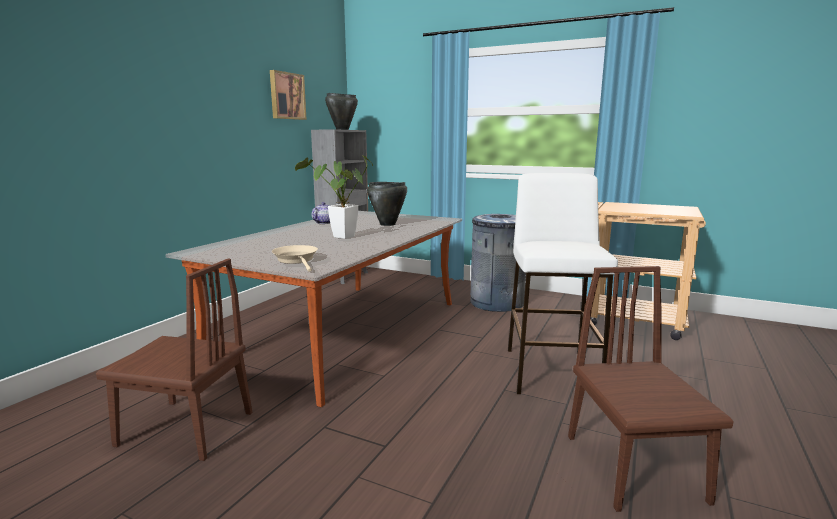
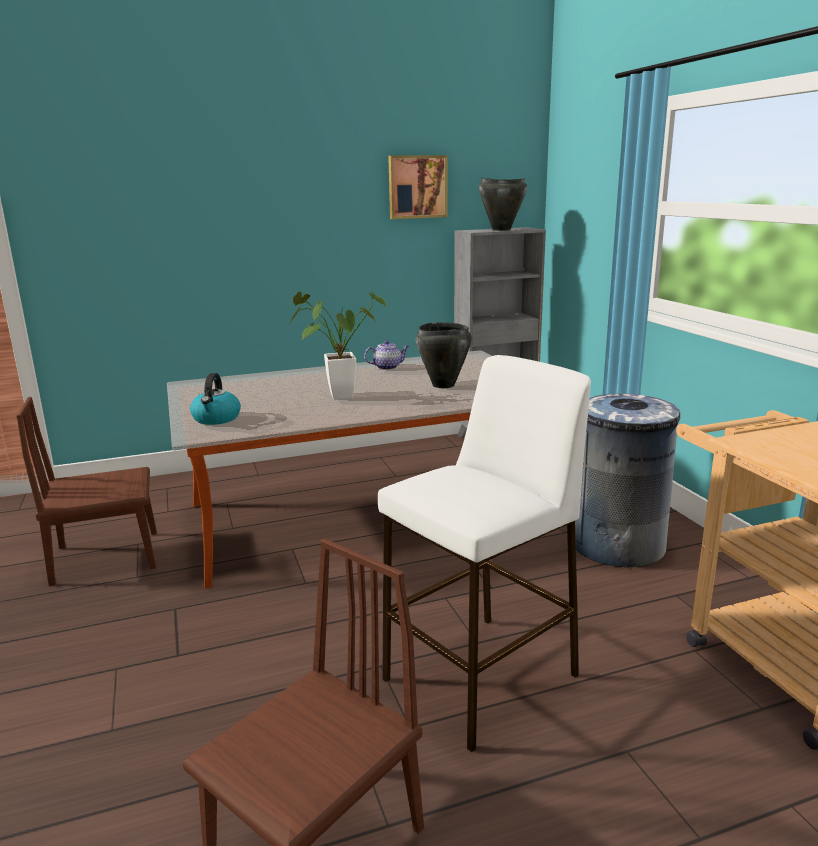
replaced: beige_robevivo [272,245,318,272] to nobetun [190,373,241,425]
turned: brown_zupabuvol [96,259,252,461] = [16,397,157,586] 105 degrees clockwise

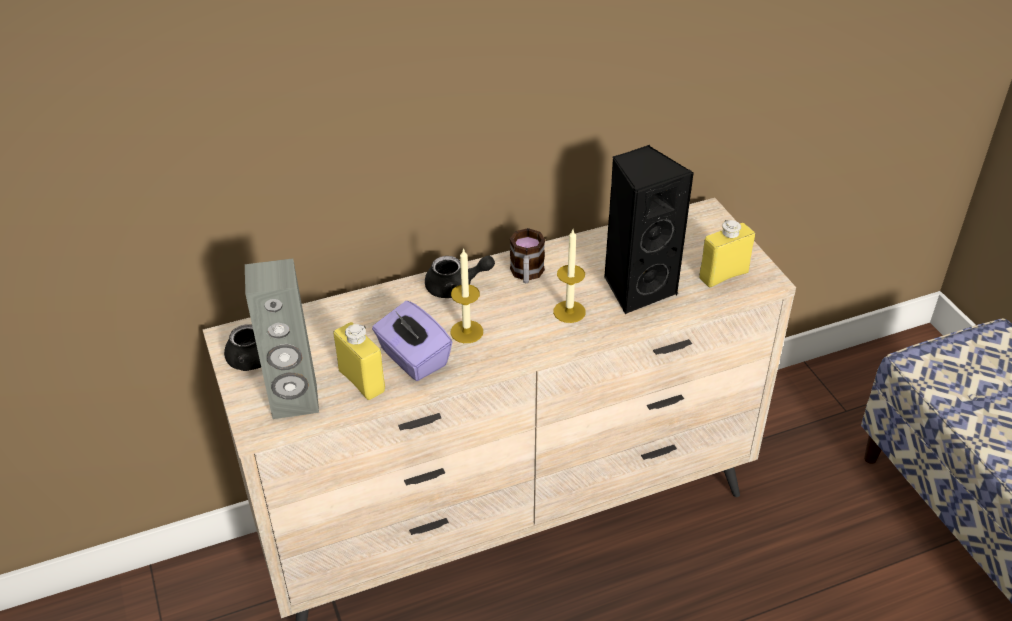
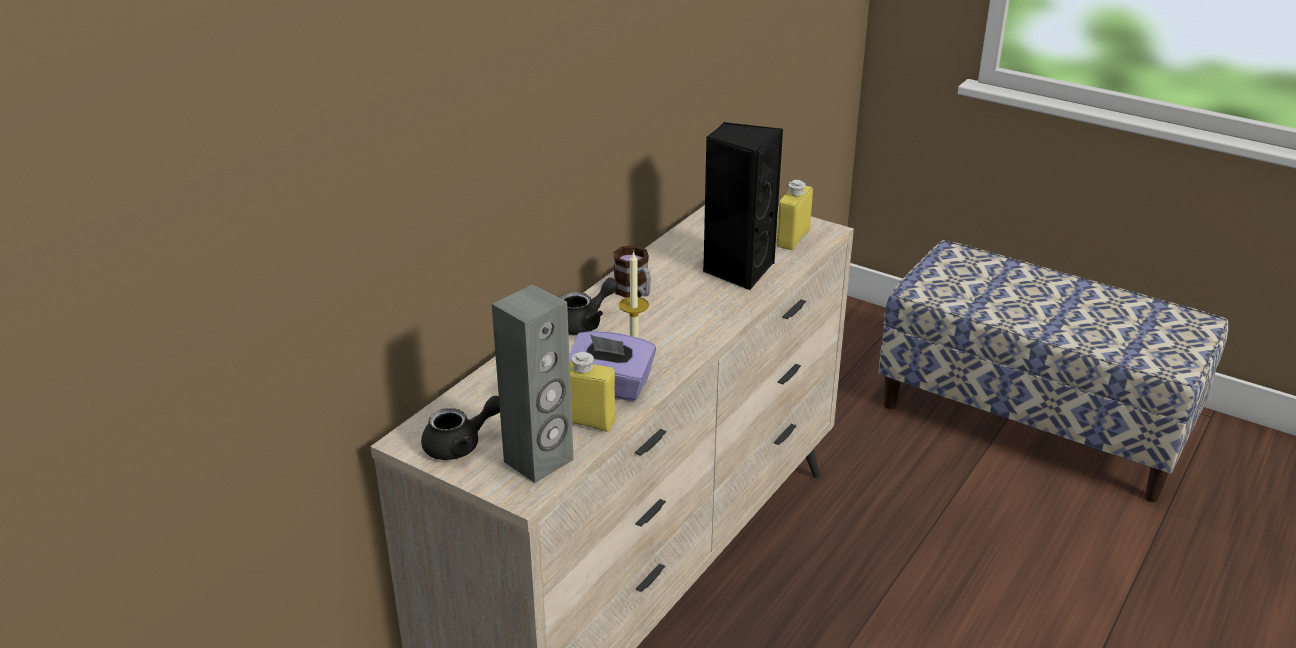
removed: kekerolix [553,230,586,323]

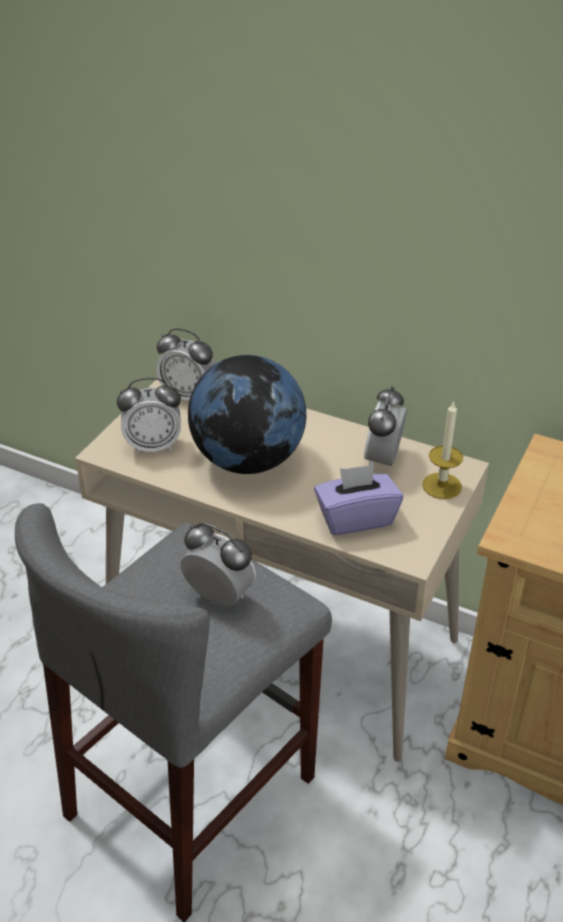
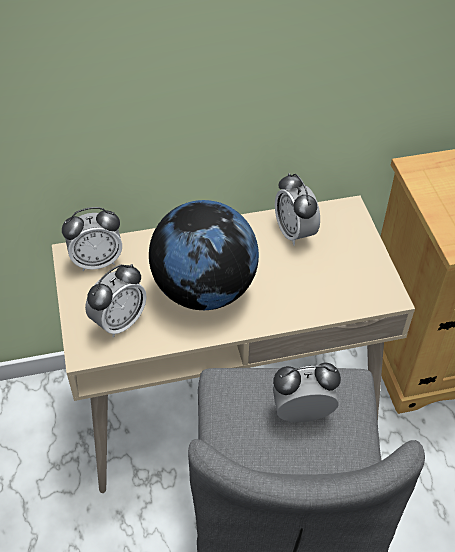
removed: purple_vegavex [314,464,403,535]; kekerolix [422,401,463,499]

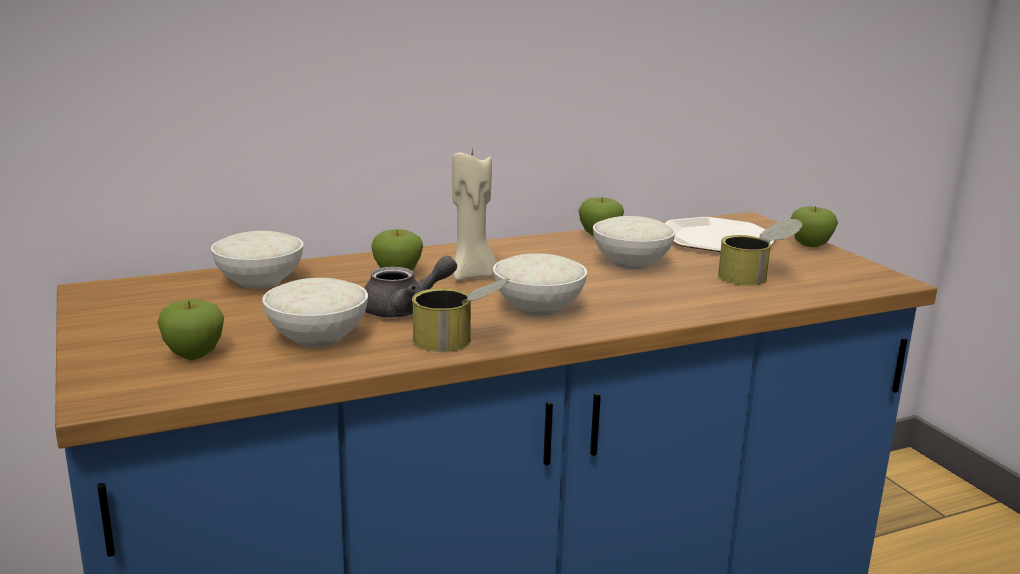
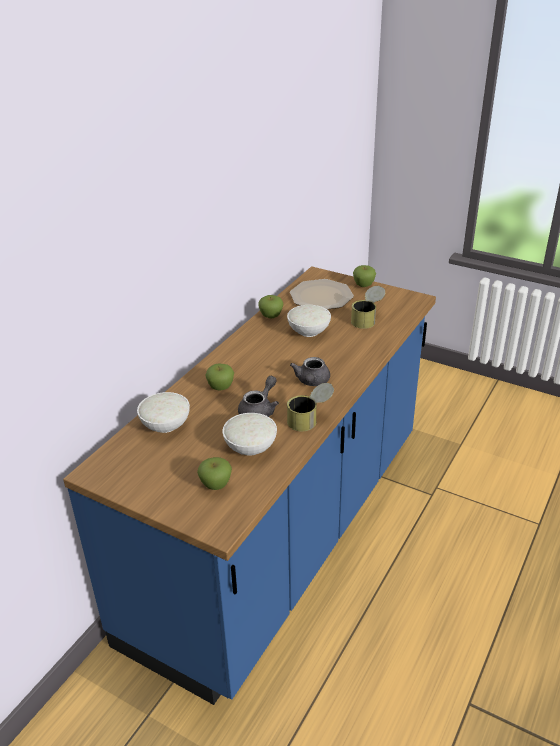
removed: beige_kekerolix [452,148,497,281]
replaced: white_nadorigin [493,253,587,316] to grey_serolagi [290,357,330,386]

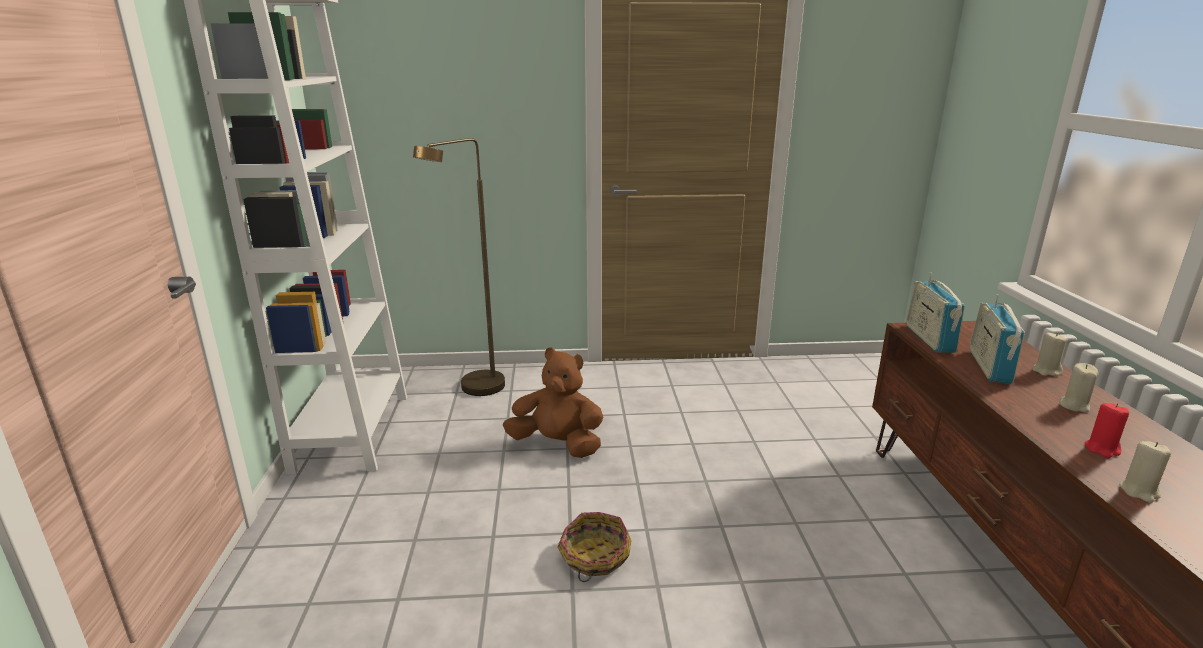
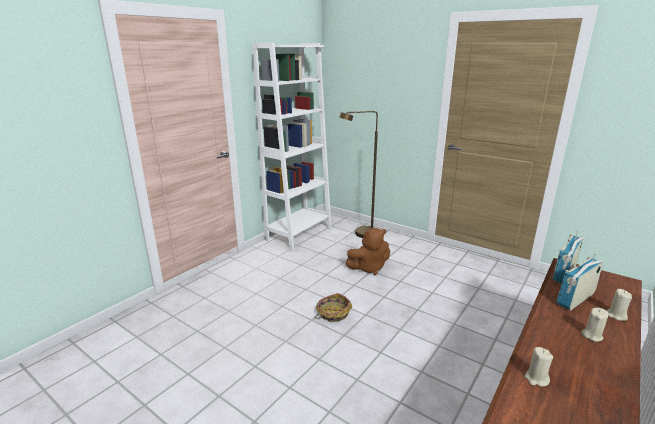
removed: red_kekerolix [1084,403,1129,458]
turned: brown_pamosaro [503,347,604,458] = [346,228,390,275] 105 degrees clockwise

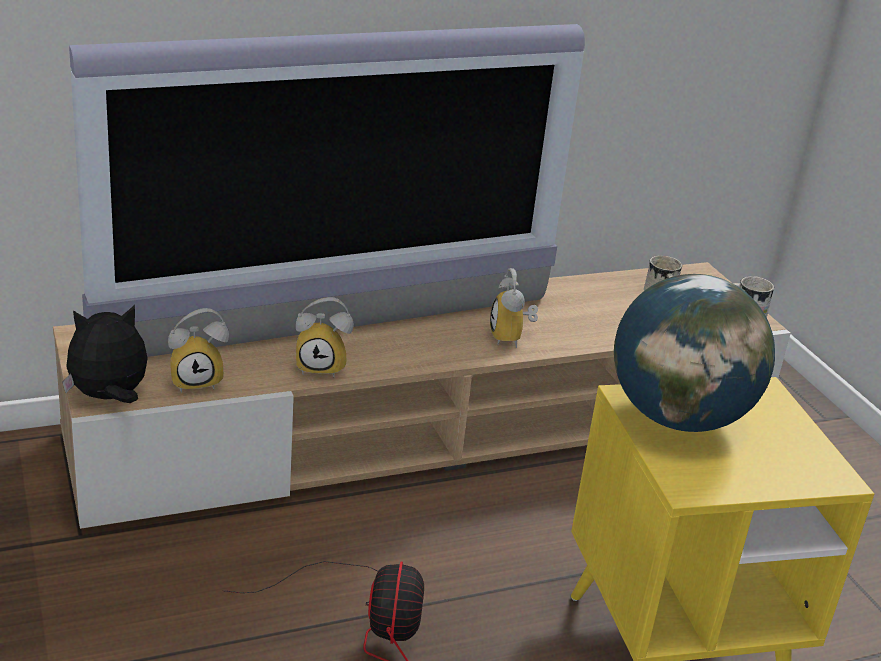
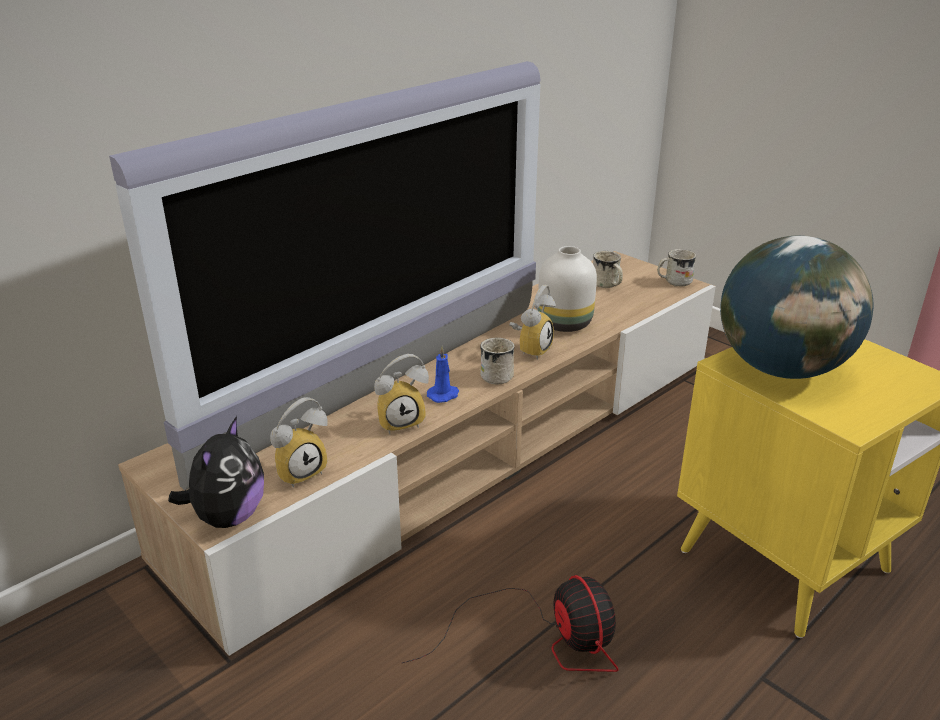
added: blue_kekerolix [427,346,459,403]; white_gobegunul [480,338,515,385]; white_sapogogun [538,246,597,332]
turned: pamosaro [62,305,147,403] = [168,416,264,528] 150 degrees clockwise; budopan [490,268,538,348] = [509,285,556,360] 120 degrees counterclockwise

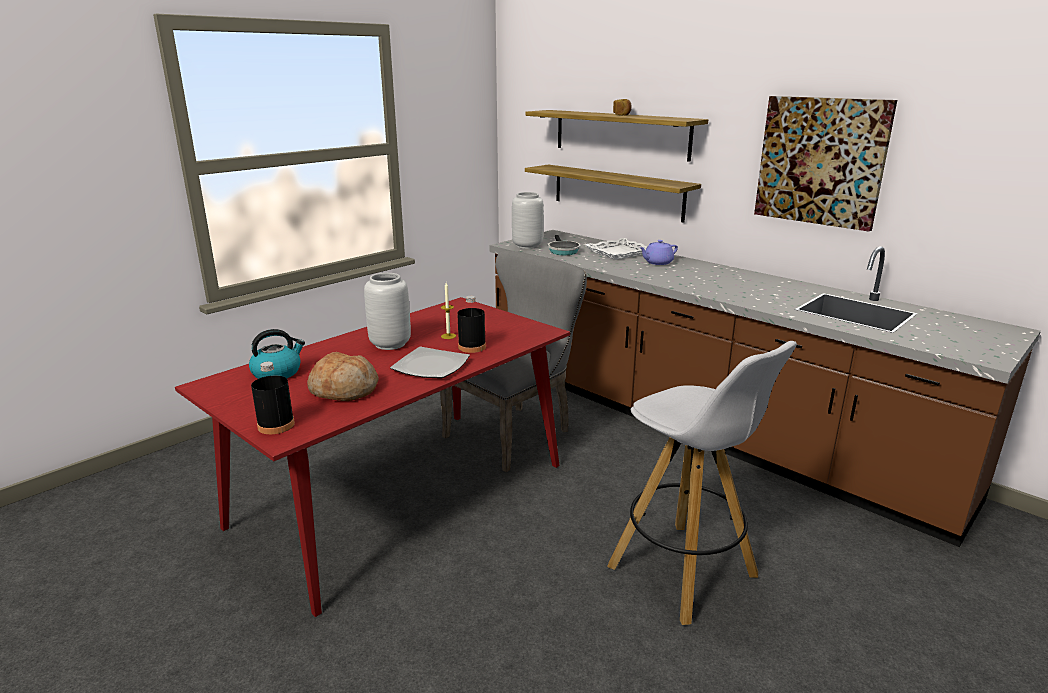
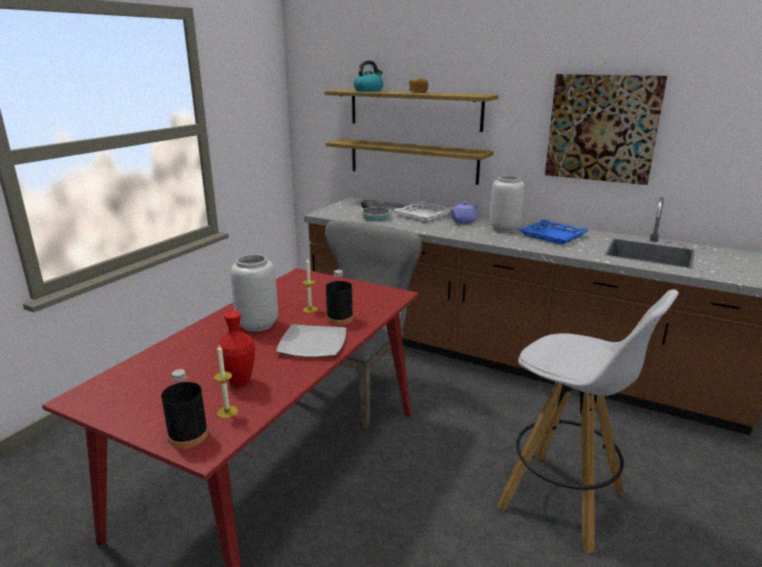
added: kekerolix [214,345,238,418]; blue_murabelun [519,219,589,245]
moved: nobetun [249,329,305,379] to [353,60,383,92]; grey_sapogogun [512,192,544,249] to [490,175,525,232]
replaced: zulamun [307,352,378,401] to red_sapogogun [218,311,255,387]

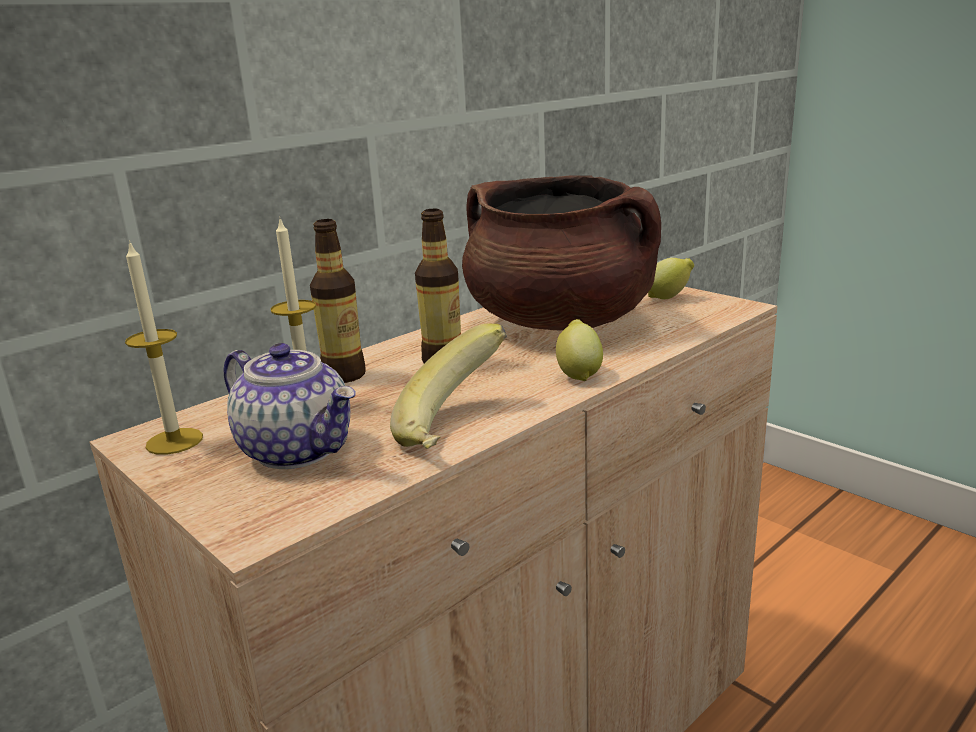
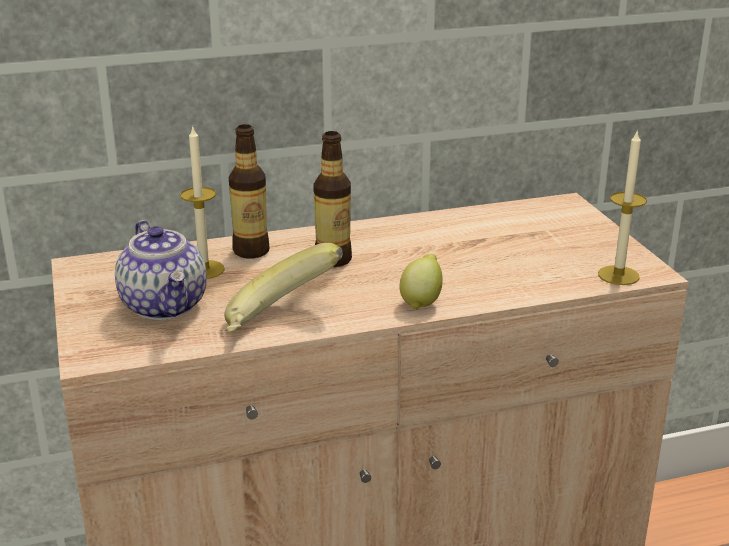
removed: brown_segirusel [462,175,661,330]; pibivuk [648,258,694,299]
moved: kekerolix [125,240,203,455] to [598,129,647,285]

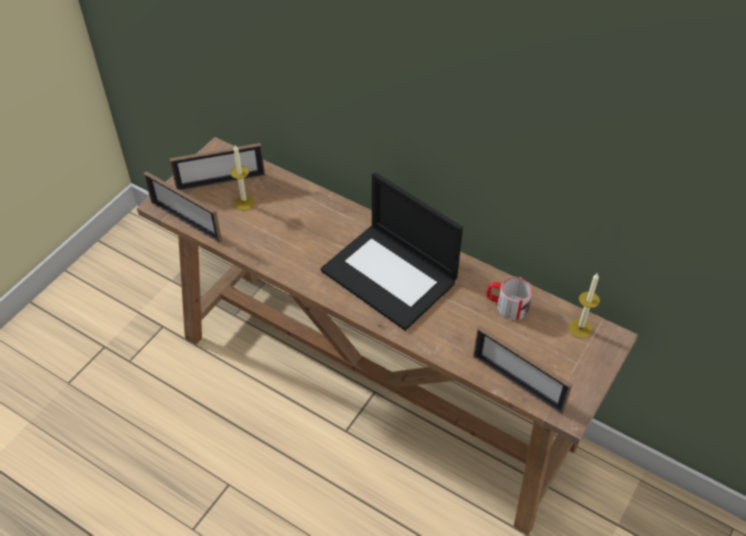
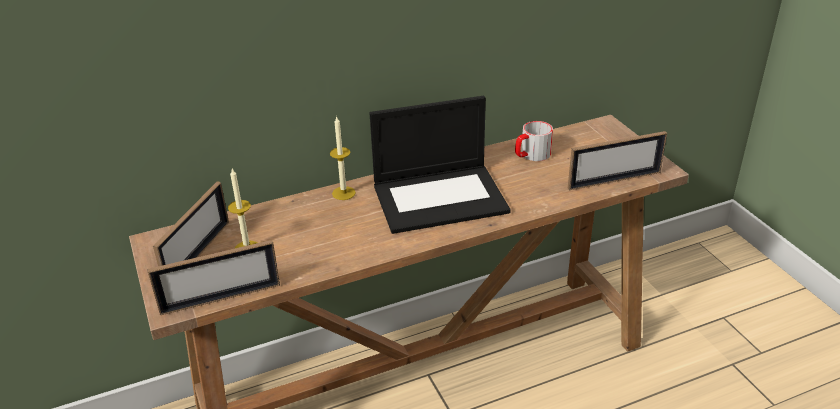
moved: kekerolix [569,273,600,338] to [330,116,356,200]

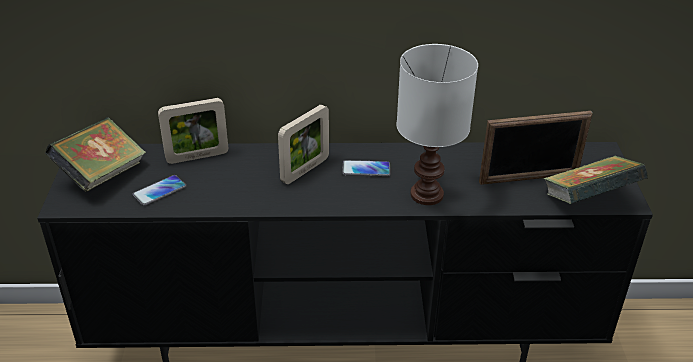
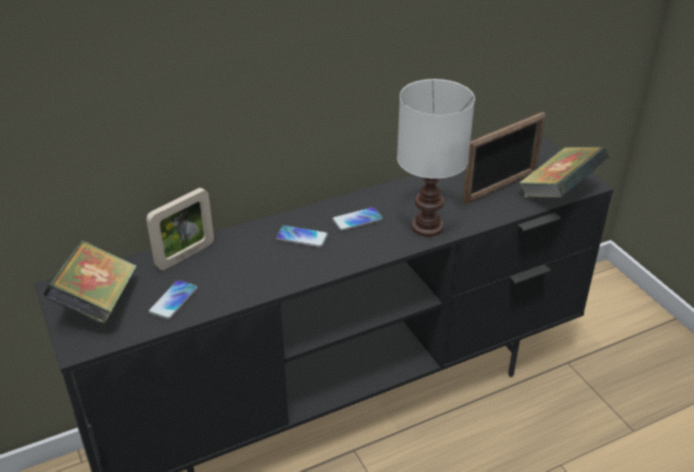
replaced: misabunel [278,105,329,184] to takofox [276,225,328,248]

